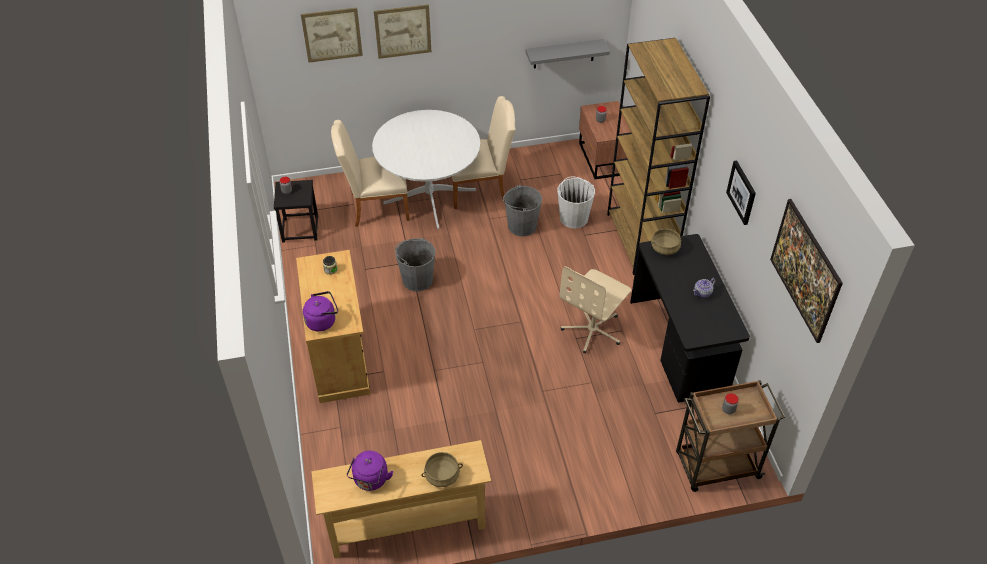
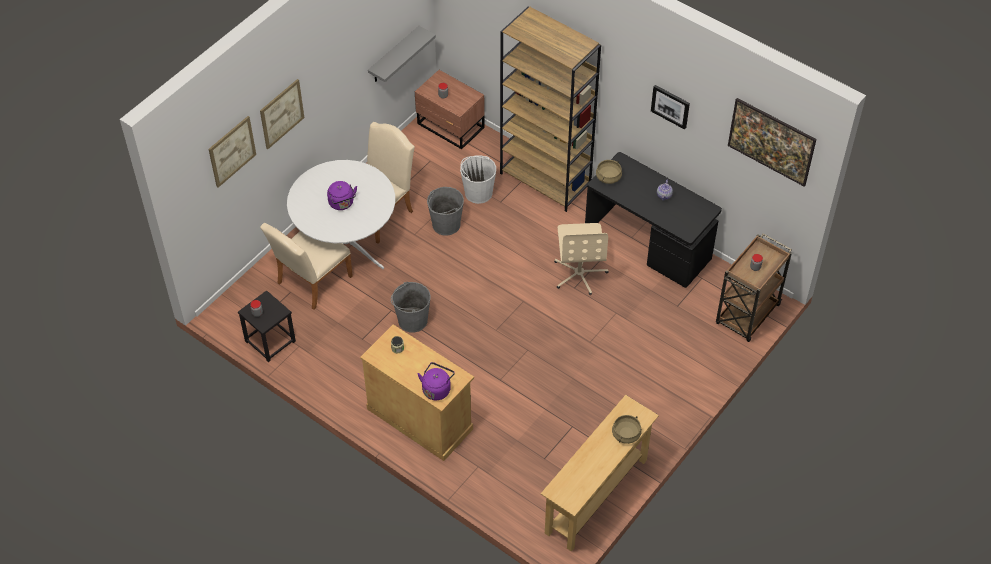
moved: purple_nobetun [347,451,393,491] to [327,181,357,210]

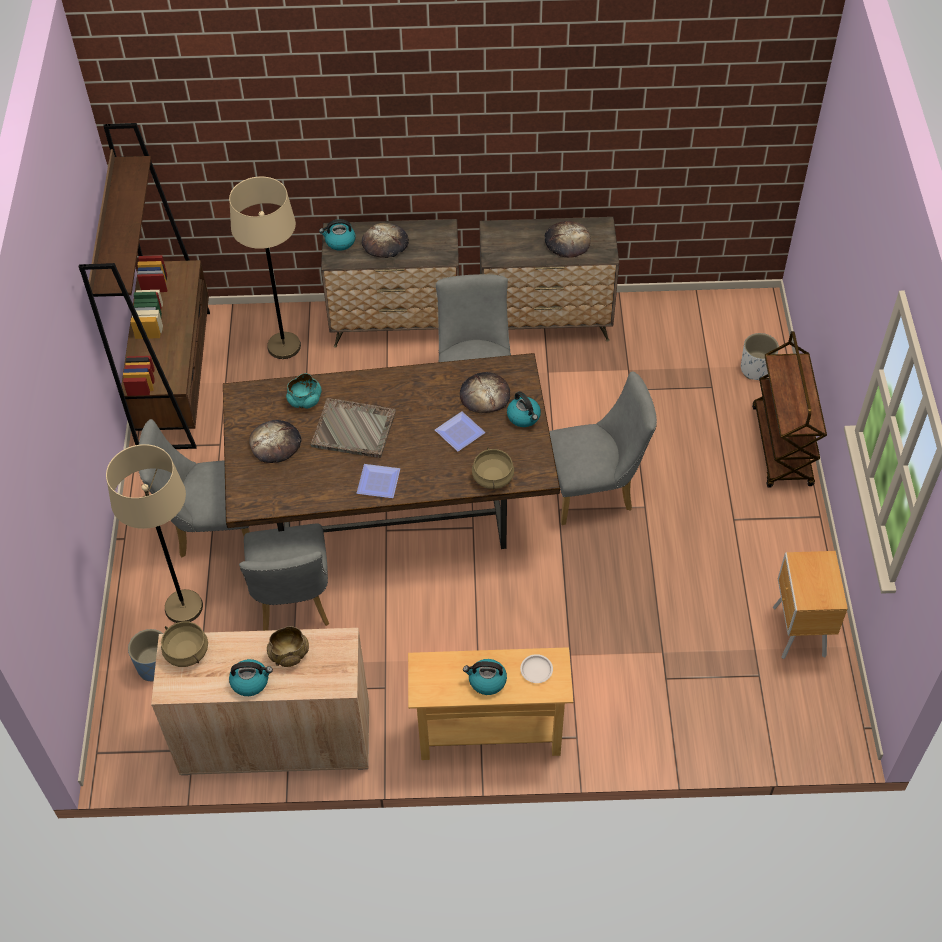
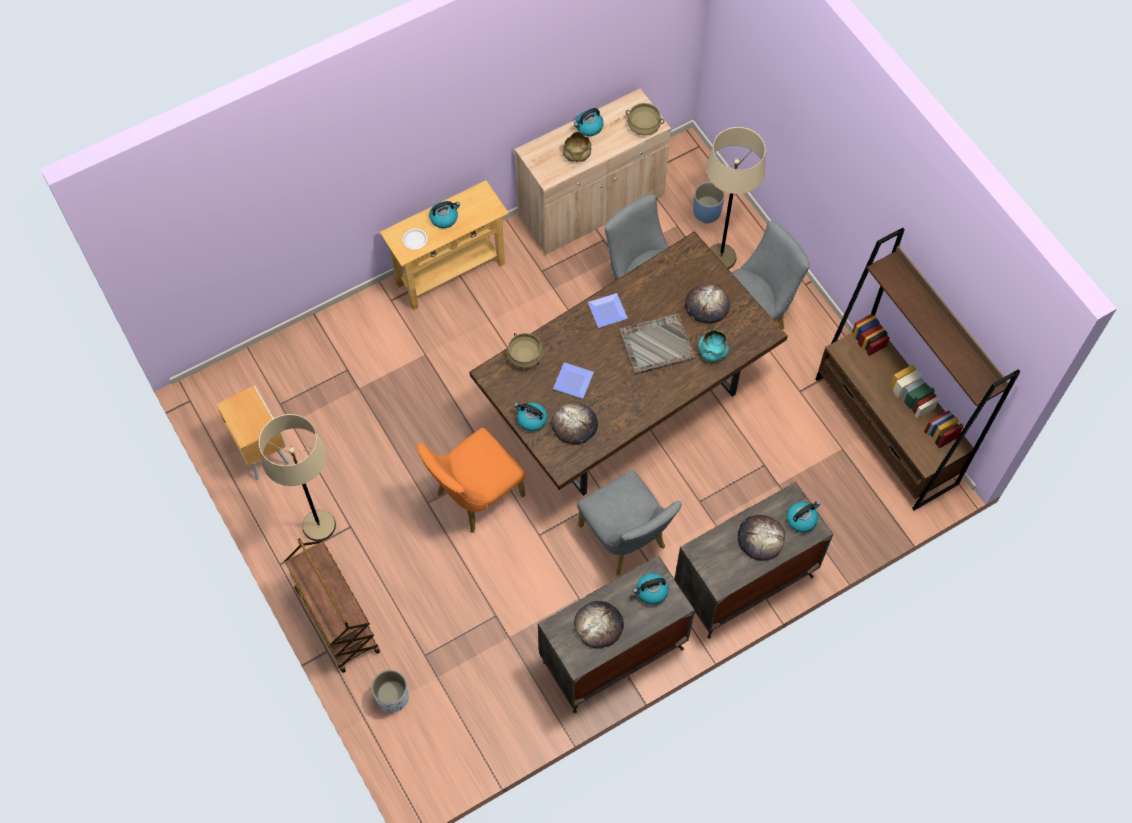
added: nobetun [633,573,669,605]
moved: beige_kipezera [229,177,301,359] to [259,414,336,541]
recoloured: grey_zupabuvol [549,371,657,525] to orange_zupabuvol [417,428,526,533]

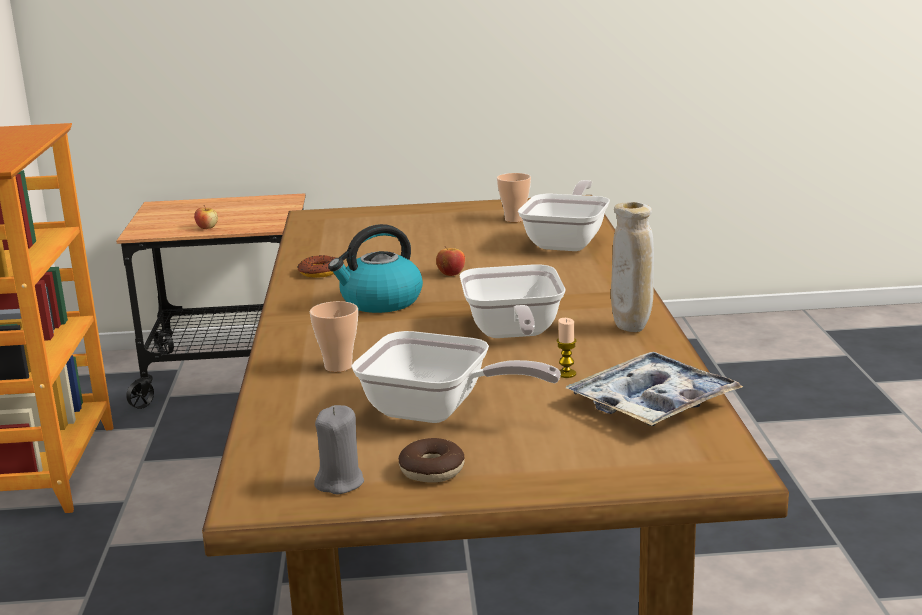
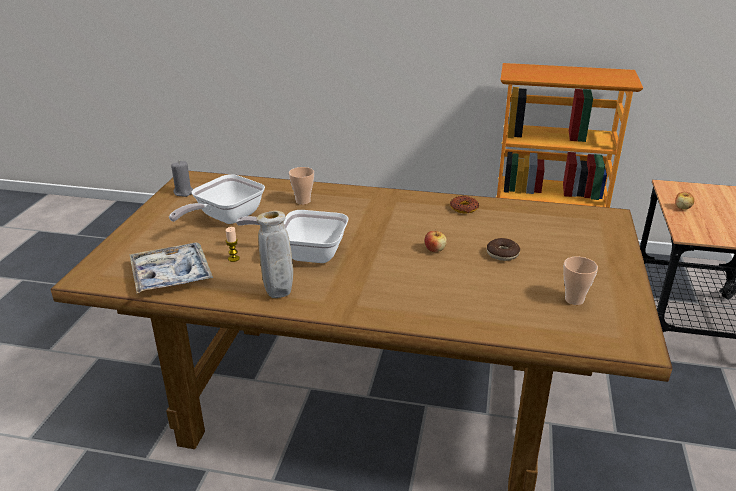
removed: nobetun [328,224,423,313]; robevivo [518,180,610,251]
moved: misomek [398,438,465,483] to [487,238,520,261]

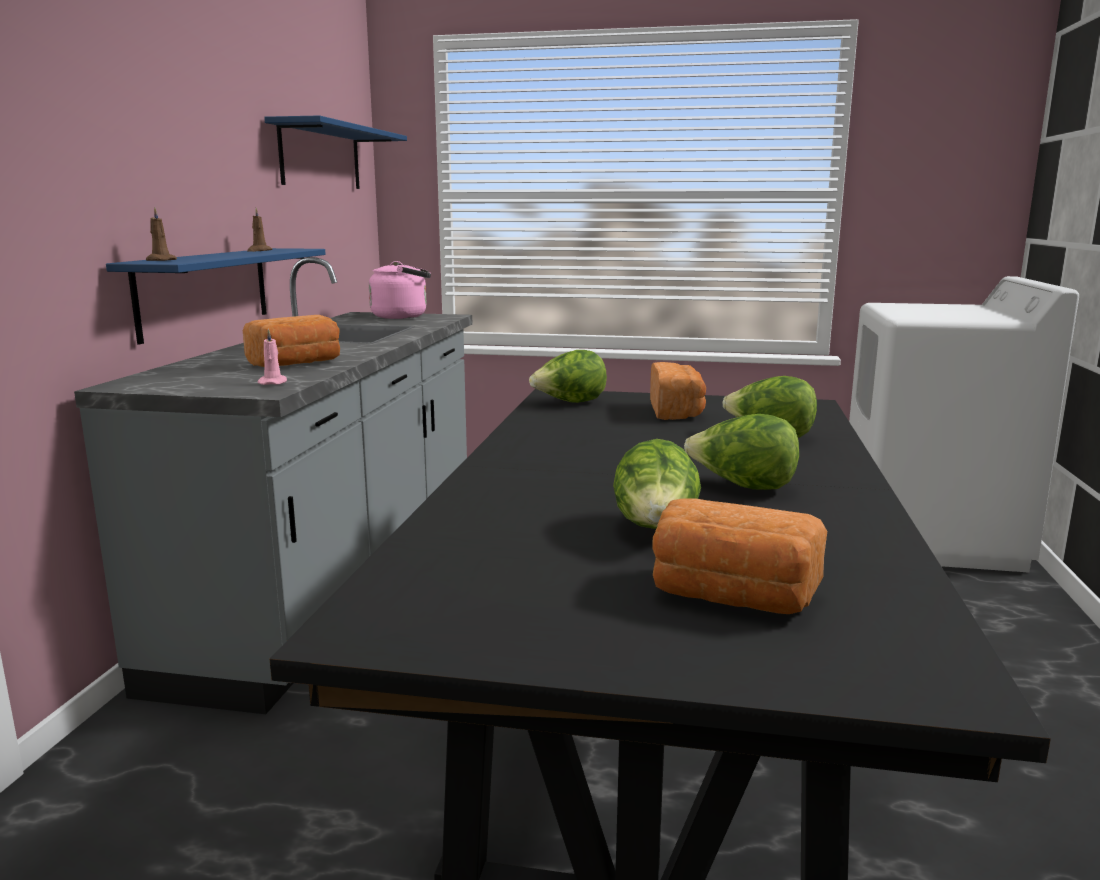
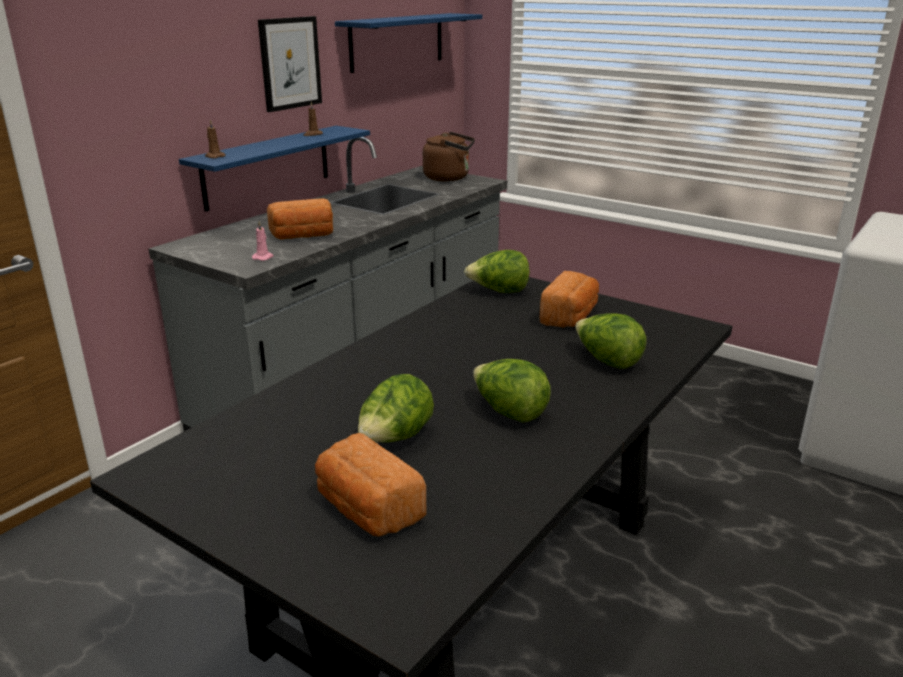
added: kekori [258,16,322,112]
recoloured: pink_nobetun [369,261,431,319] to brown_nobetun [423,132,475,182]

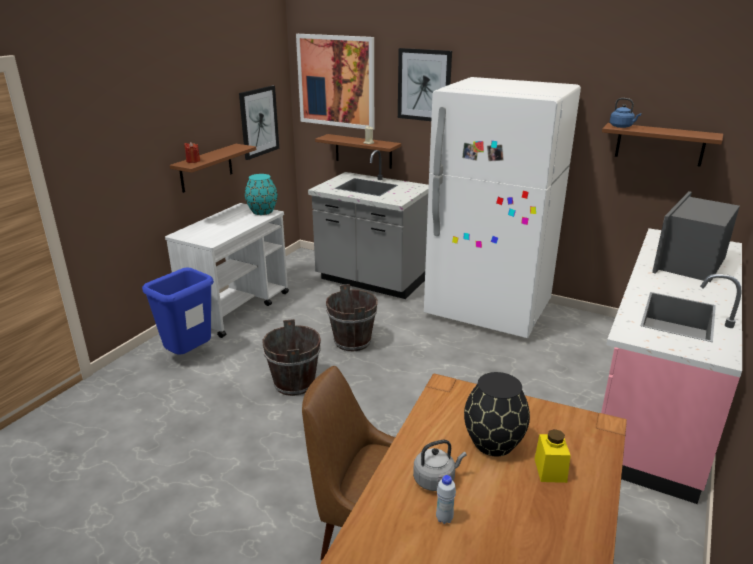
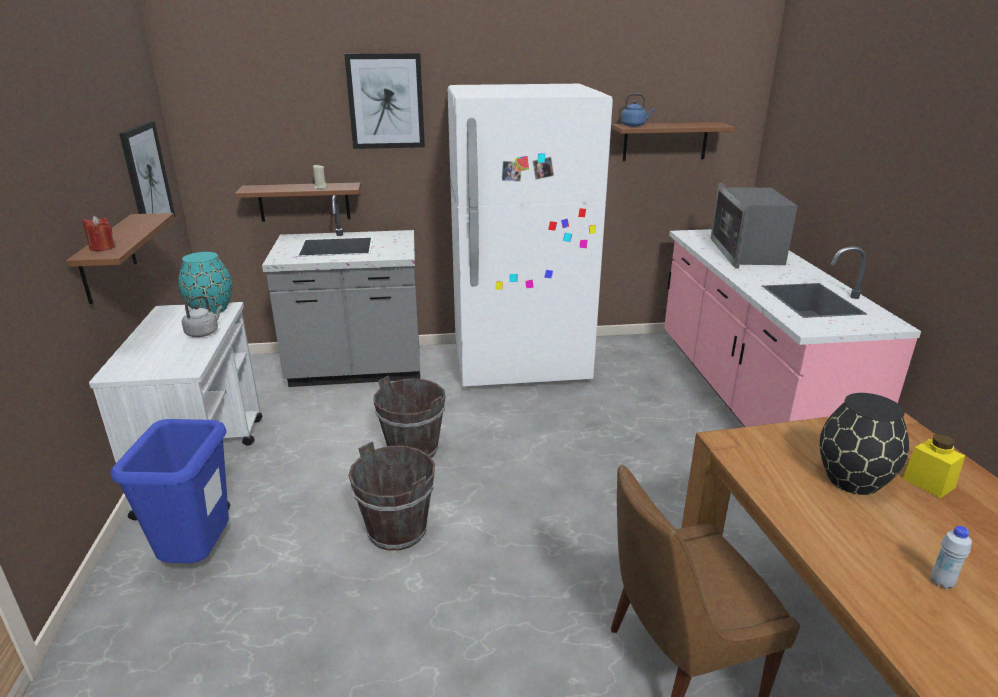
removed: kekori [296,34,374,130]
moved: grey_nobetun [413,440,467,491] to [182,296,222,337]

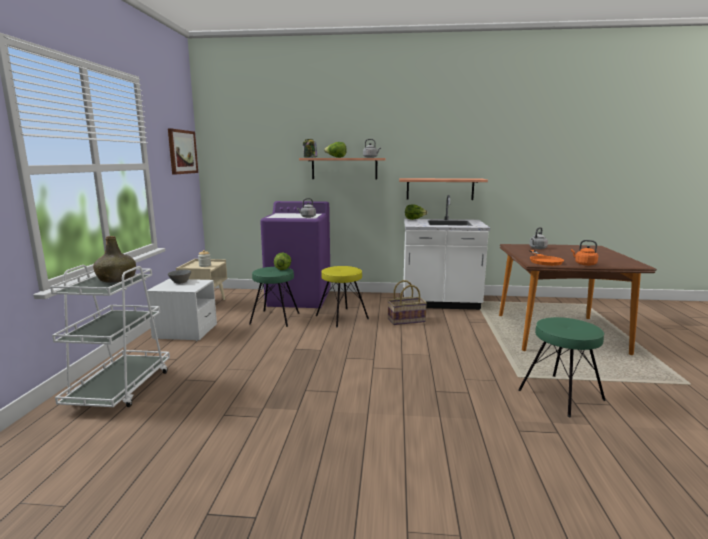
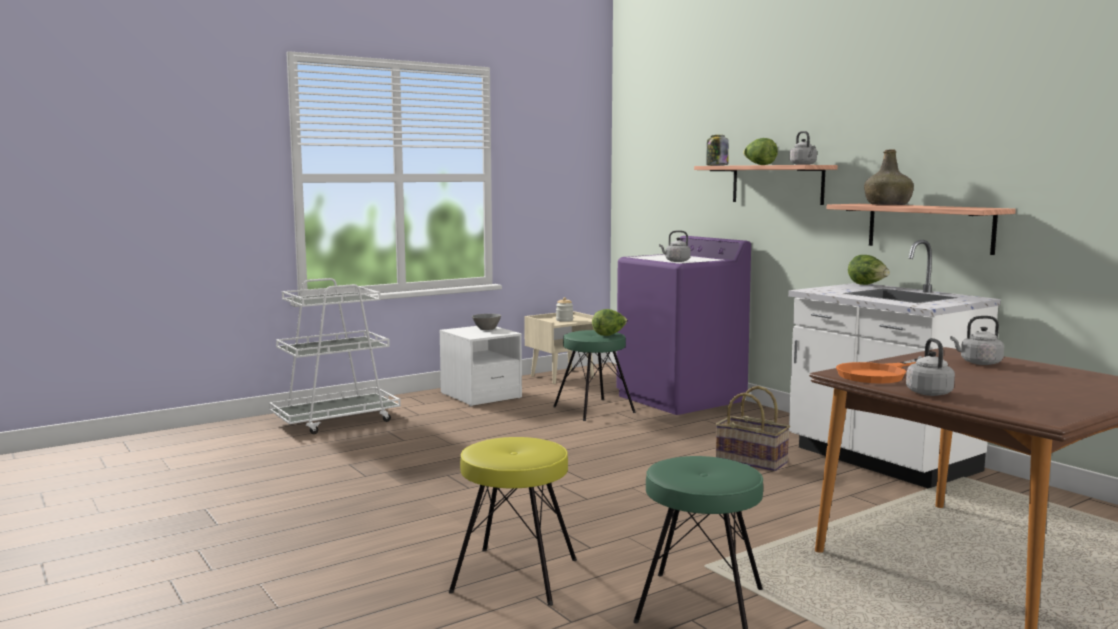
removed: kekori [168,128,198,174]
moved: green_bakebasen [93,236,136,283] to [864,149,914,205]; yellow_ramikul [316,266,369,327] to [449,437,577,606]
recoloured: orange_nobetun [571,240,598,266] to grey_nobetun [906,338,955,396]

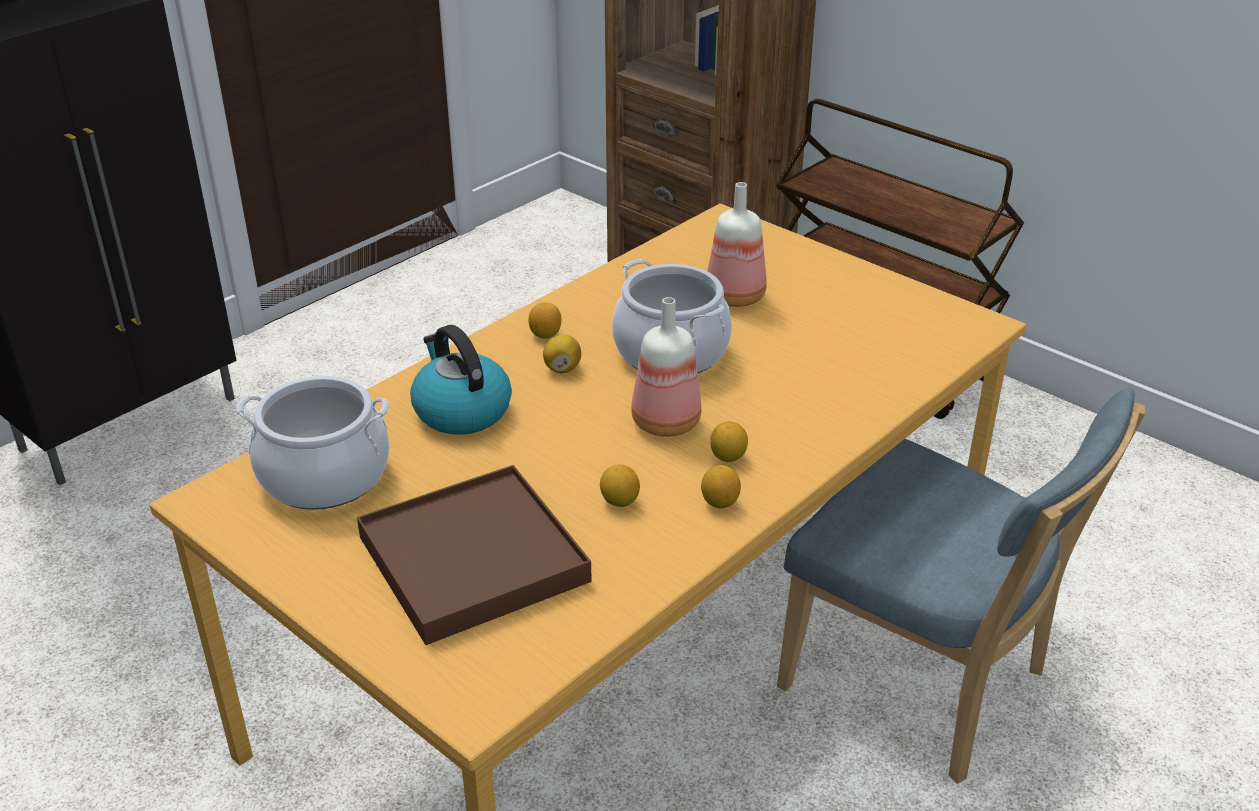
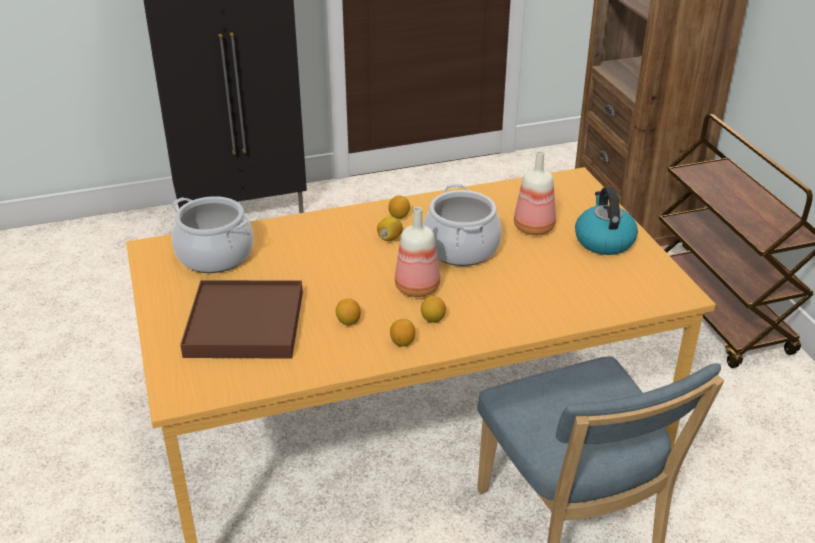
moved: nobetun [410,325,512,435] to [575,187,638,255]

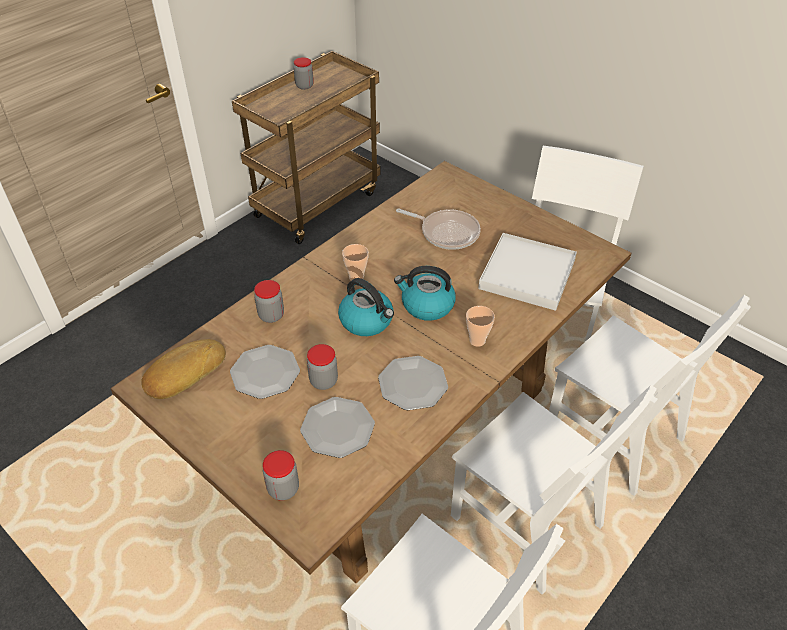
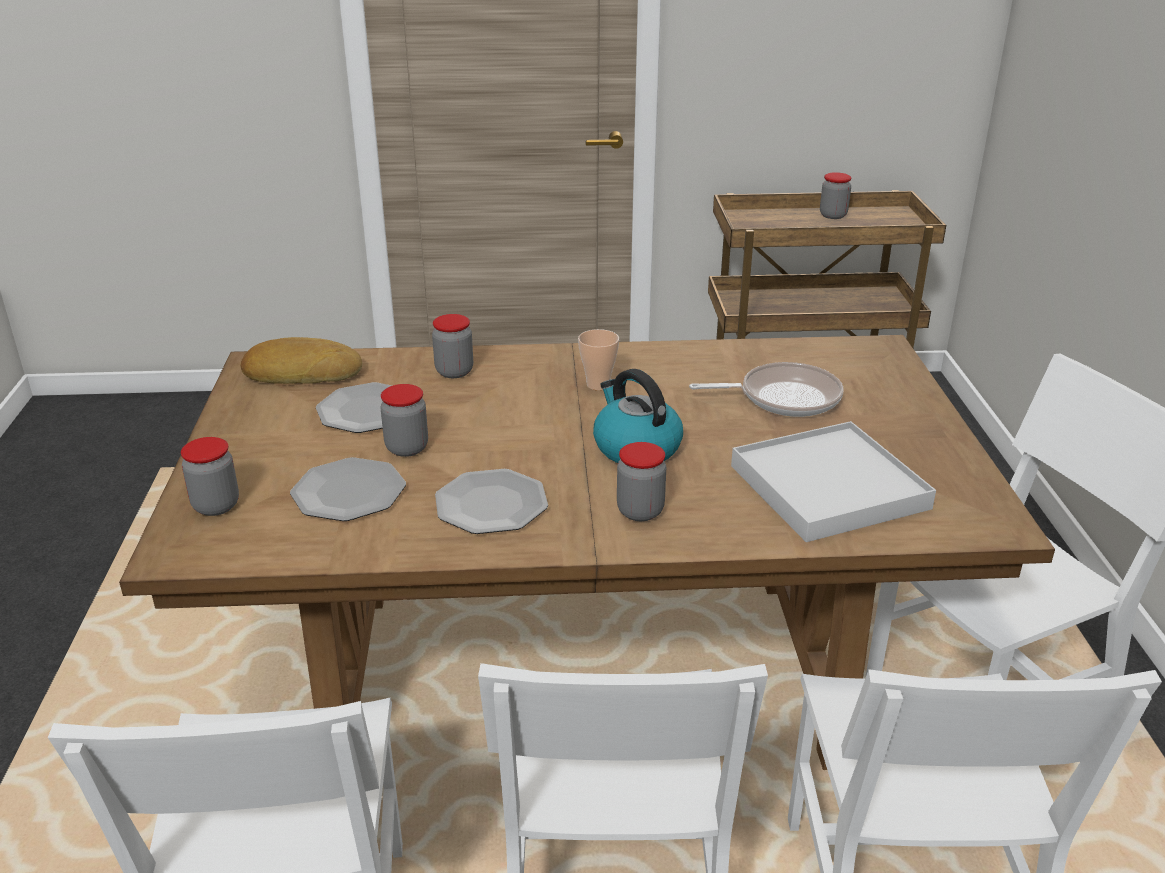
removed: nobetun [338,278,394,336]
replaced: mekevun [466,306,495,347] to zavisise [617,442,666,521]
turned: robevivo [396,208,481,250] = [689,362,844,417] 75 degrees counterclockwise

